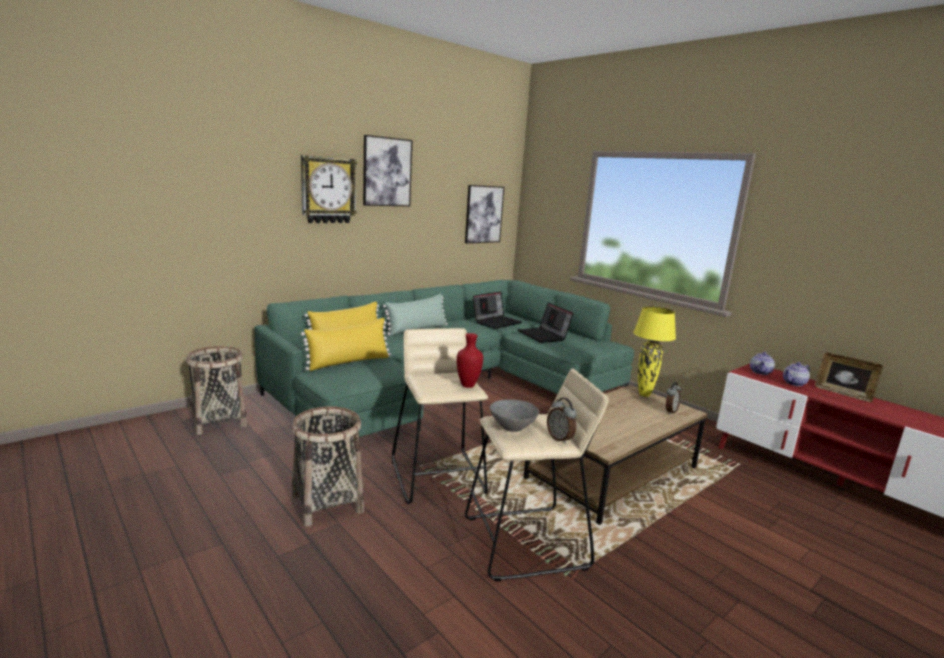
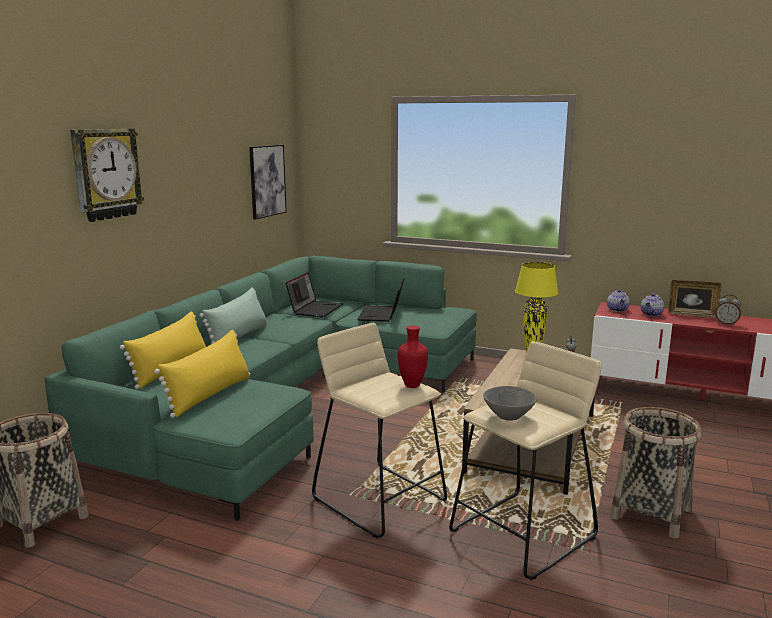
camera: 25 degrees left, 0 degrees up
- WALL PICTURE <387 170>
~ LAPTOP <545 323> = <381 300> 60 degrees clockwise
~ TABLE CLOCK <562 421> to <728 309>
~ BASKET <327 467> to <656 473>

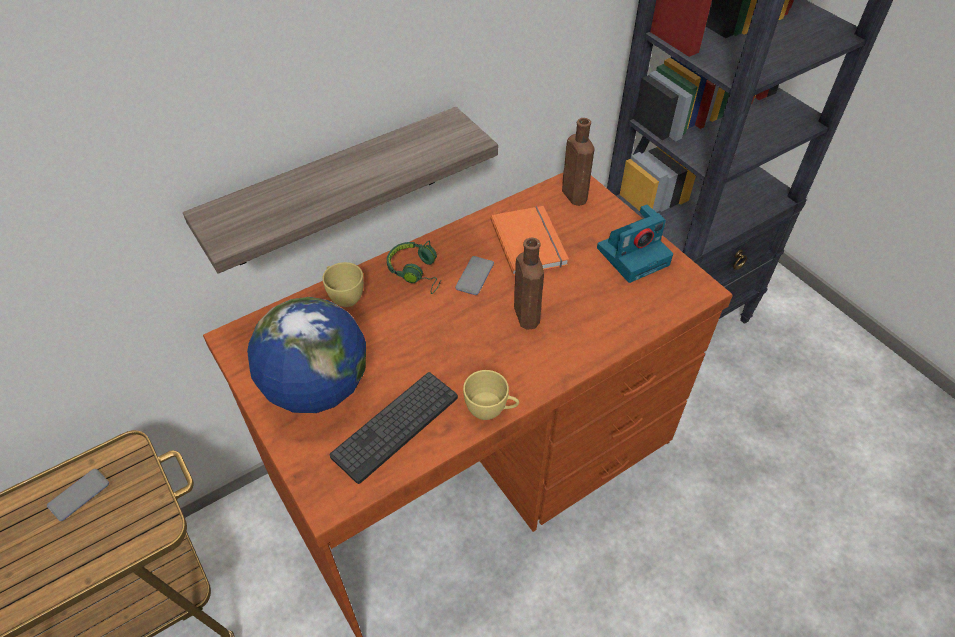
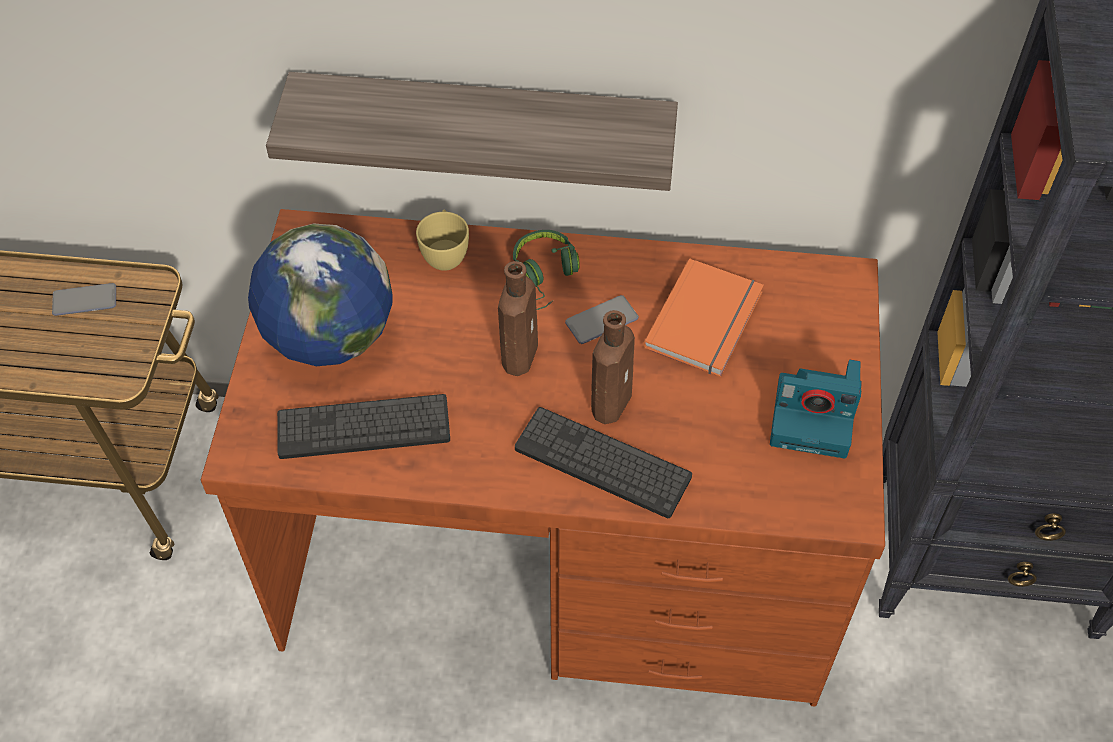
camera: 40 degrees right, 5 degrees up
~ BROWNISH BEVERAGE BOTTLE <578 162> to <518 318>
- YELLOW CUP <491 395>
+ KEYBOARD <603 462>

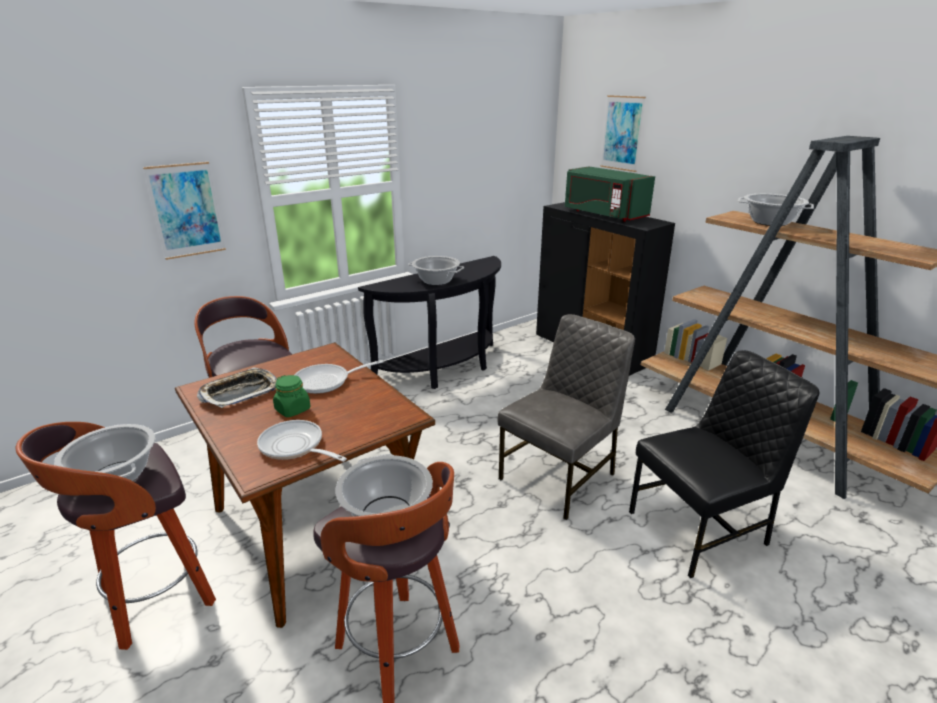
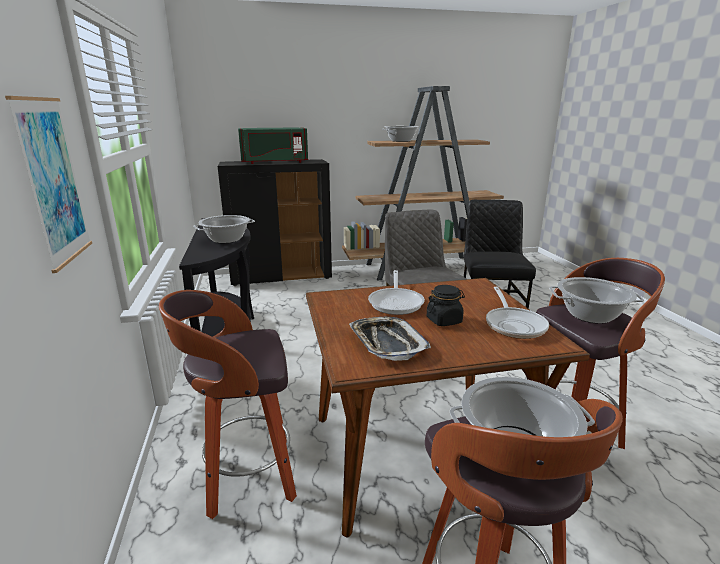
camera: 65 degrees left, 5 degrees down
- WALL PICTURE <623 133>
~ GREENISH STORAGE JAR <291 396> to BLACK-COLOURED STORAGE JAR <446 305>
~ SKILLET <302 441> = <517 313> 60 degrees counterclockwise

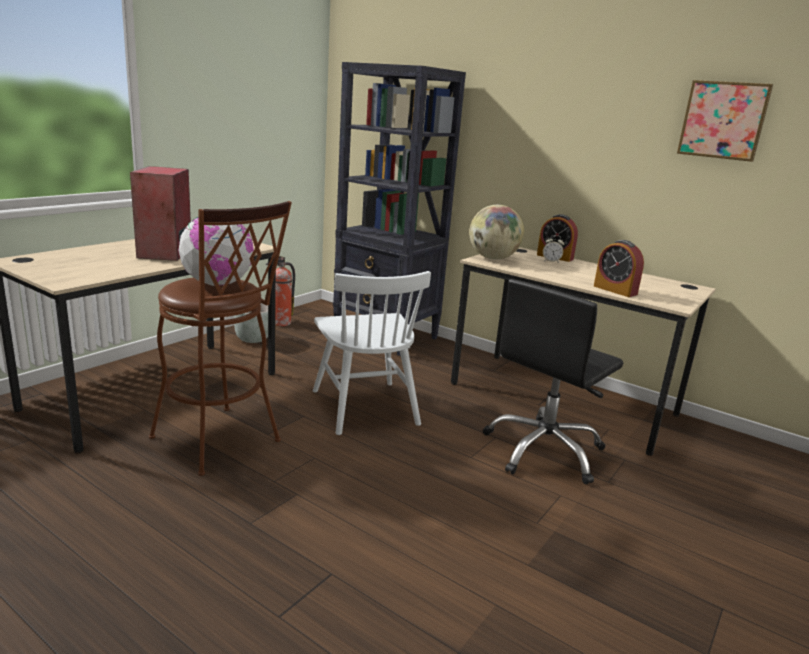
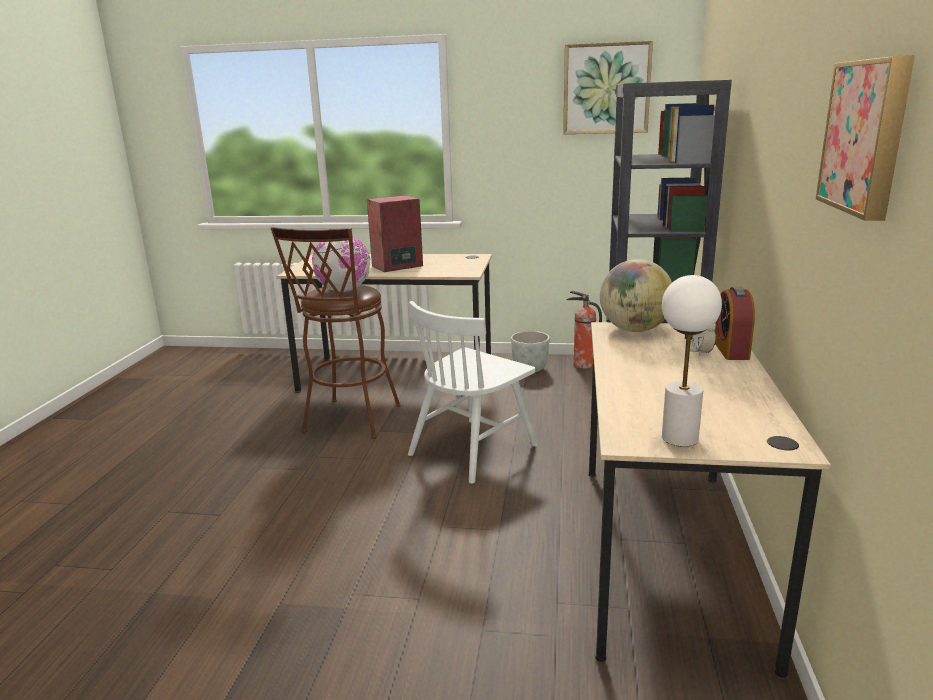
camera: 65 degrees right, 0 degrees up
- TABLE CLOCK <619 268>
- BLACK-COLOURED COMPUTER CHAIR <553 381>
+ WALL PICTURE <608 87>
+ WHITISH TABLETOP LAMP <692 361>

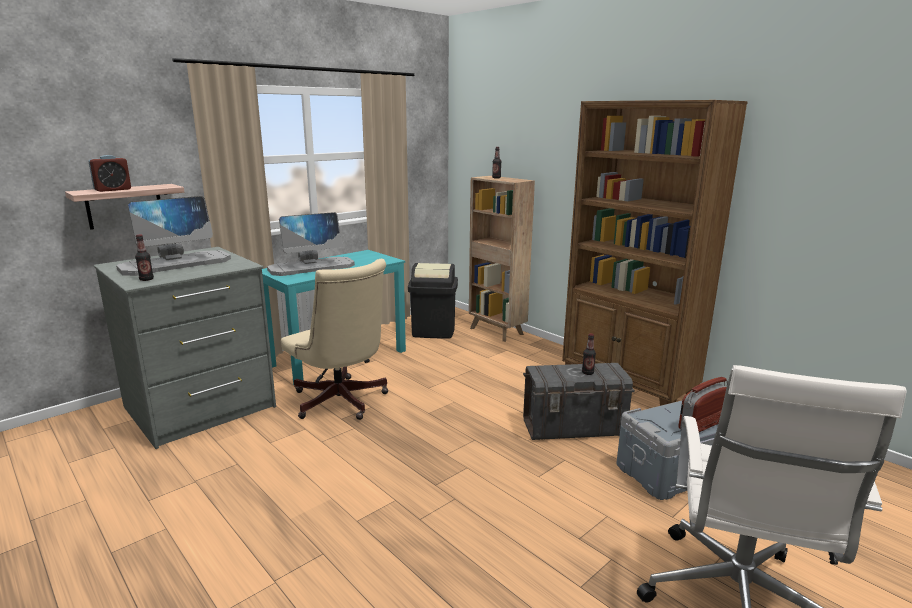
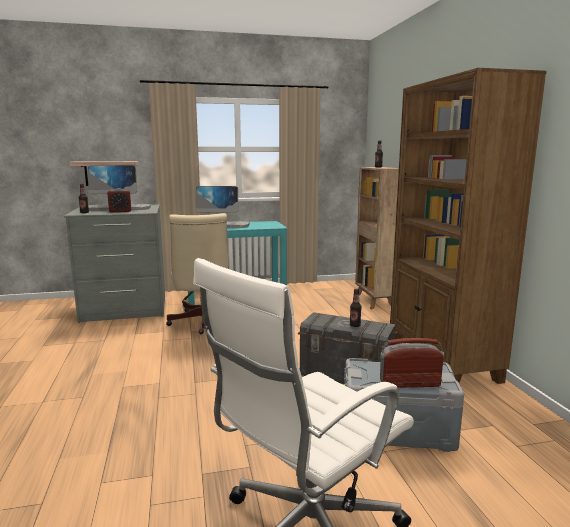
camera: 30 degrees right, 5 degrees down
~ TABLE CLOCK <109 173> to <119 200>
- BLACK-COLOURED RUBBISH BIN <433 301>

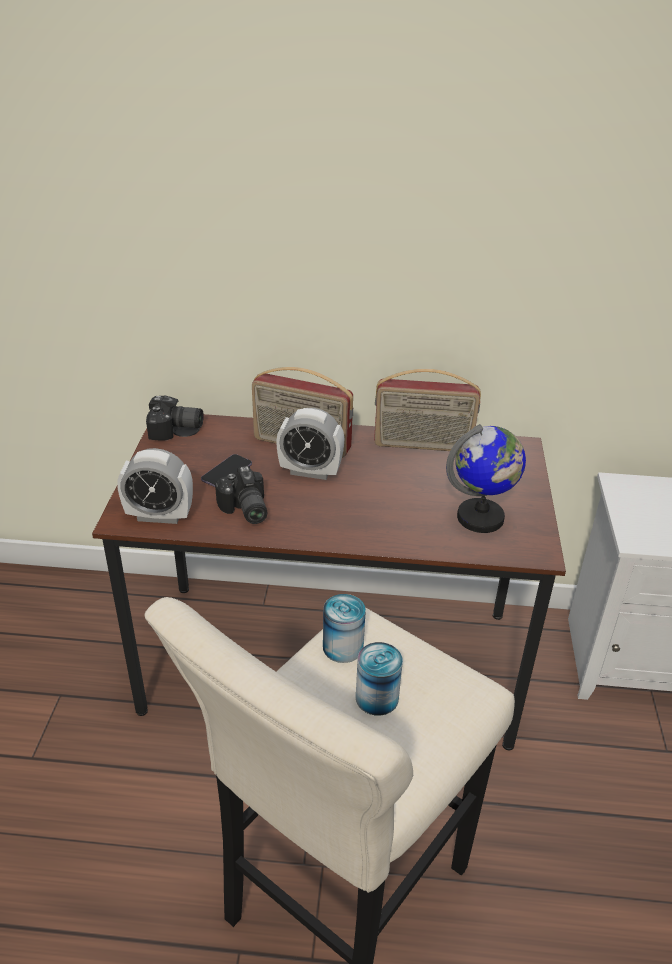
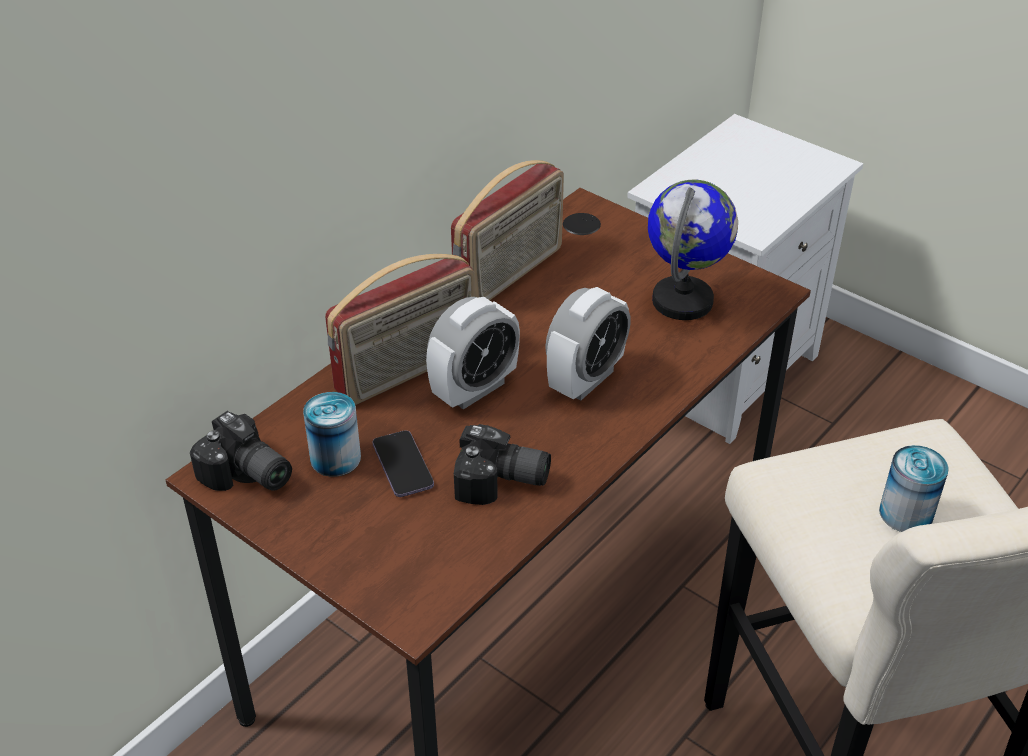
camera: 55 degrees left, 5 degrees up
~ PHOTO CAMERA <175 418> = <241 451> 90 degrees clockwise
~ TABLE CLOCK <155 486> to <588 343>
~ SEALED CAN <344 628> to <332 434>

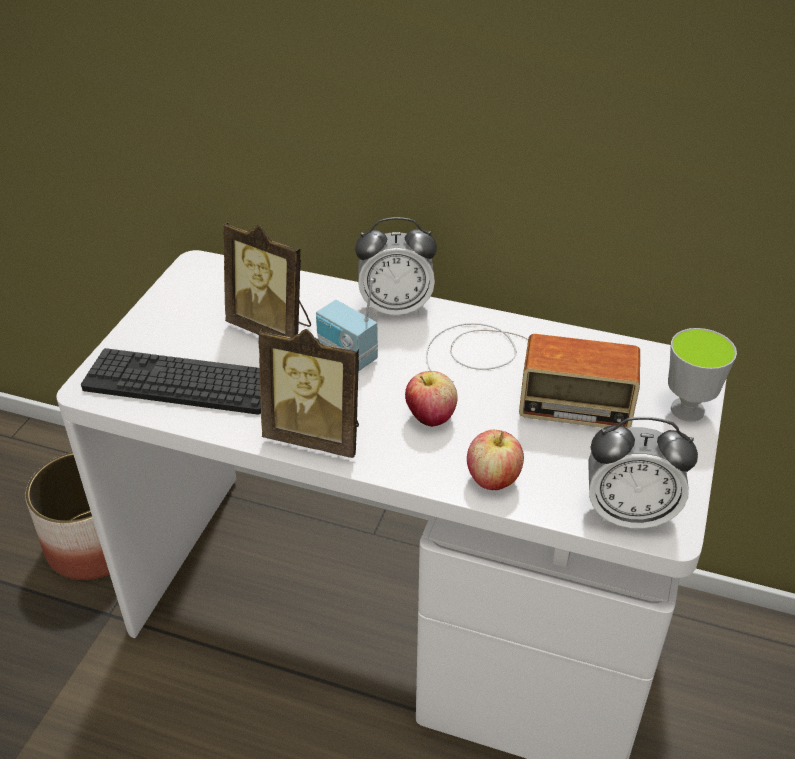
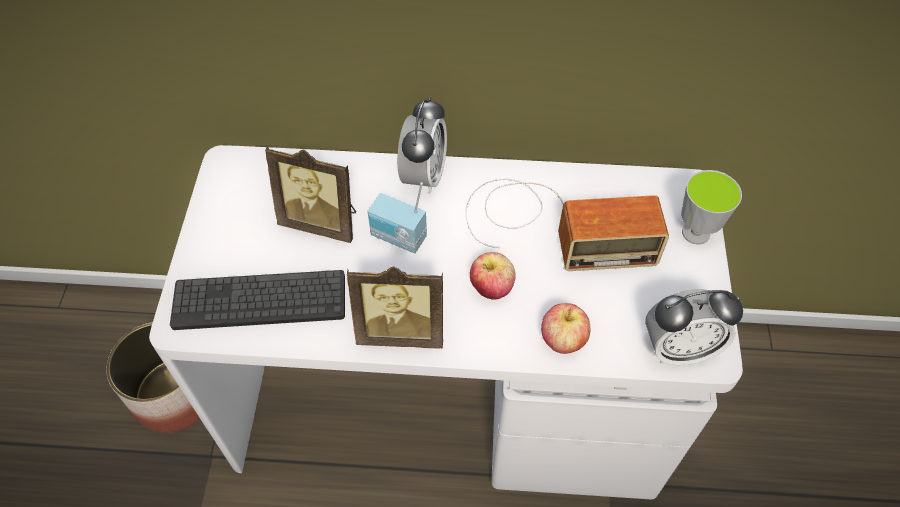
camera: 15 degrees left, 15 degrees up
~ TABLE CLOCK <396 267> = <422 145> 60 degrees counterclockwise

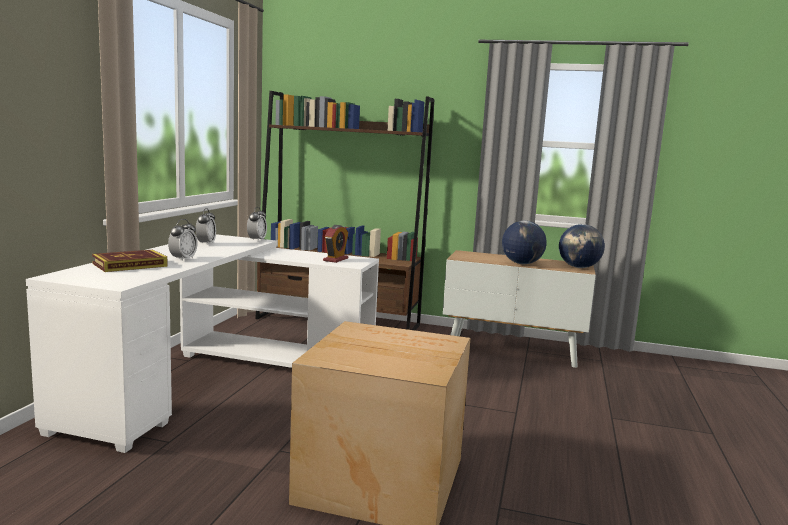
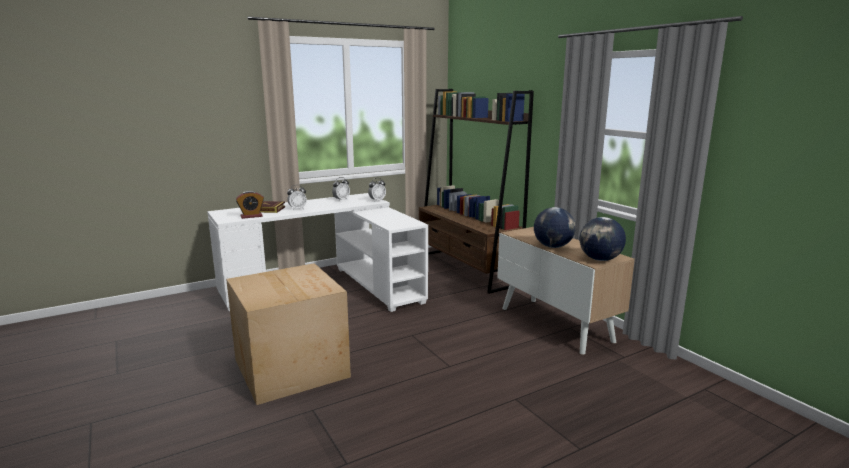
camera: 45 degrees right, 5 degrees up
~ TABLE CLOCK <336 244> to <250 205>

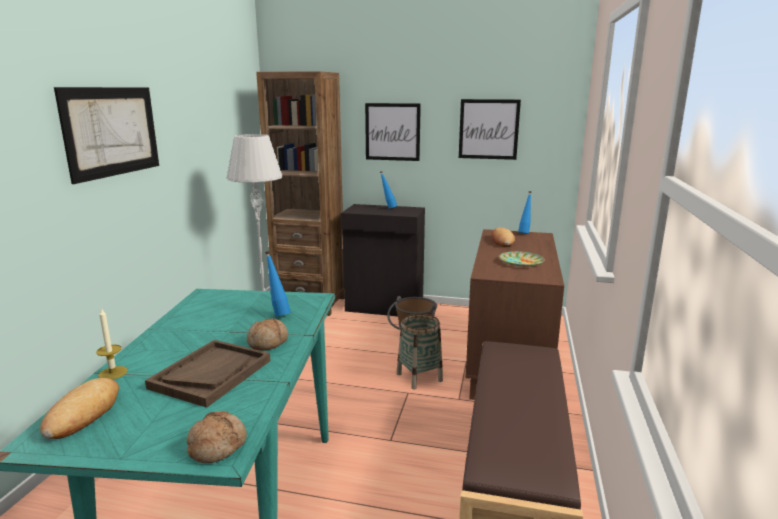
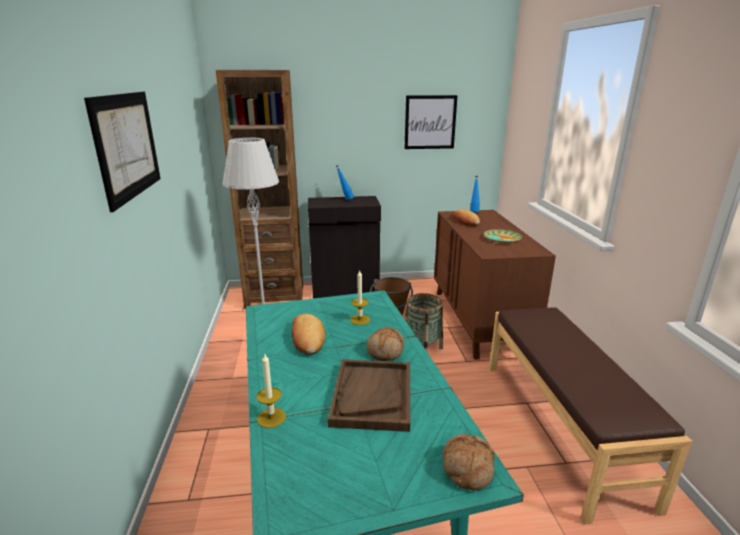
camera: 20 degrees left, 5 degrees up
- WALL PICTURE <393 132>
~ BLUE BEVERAGE BOTTLE <278 283> to WAX CANDLE <360 298>
~ BAKED BREAD <79 408> to <308 334>

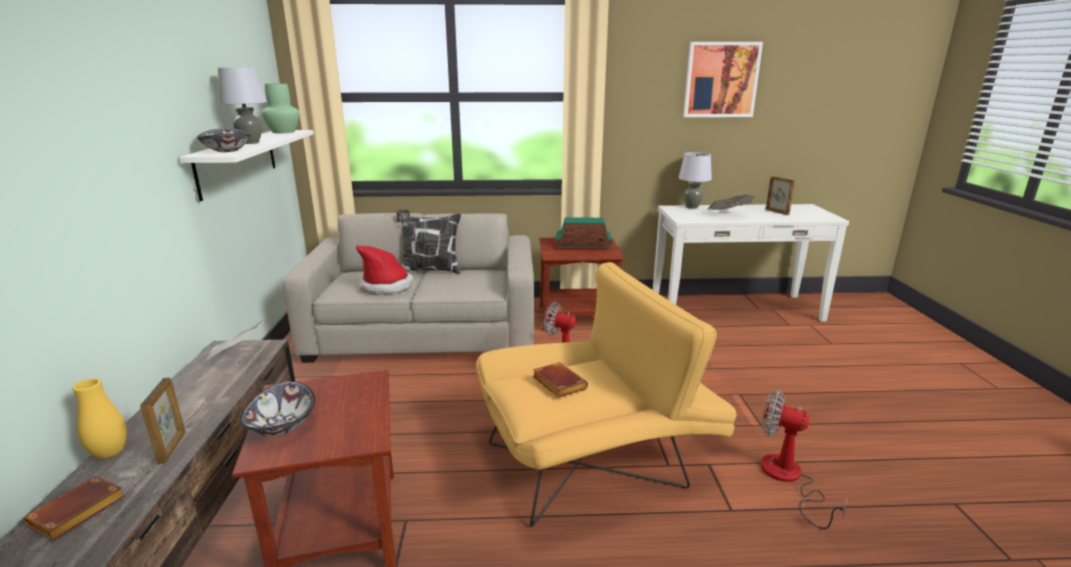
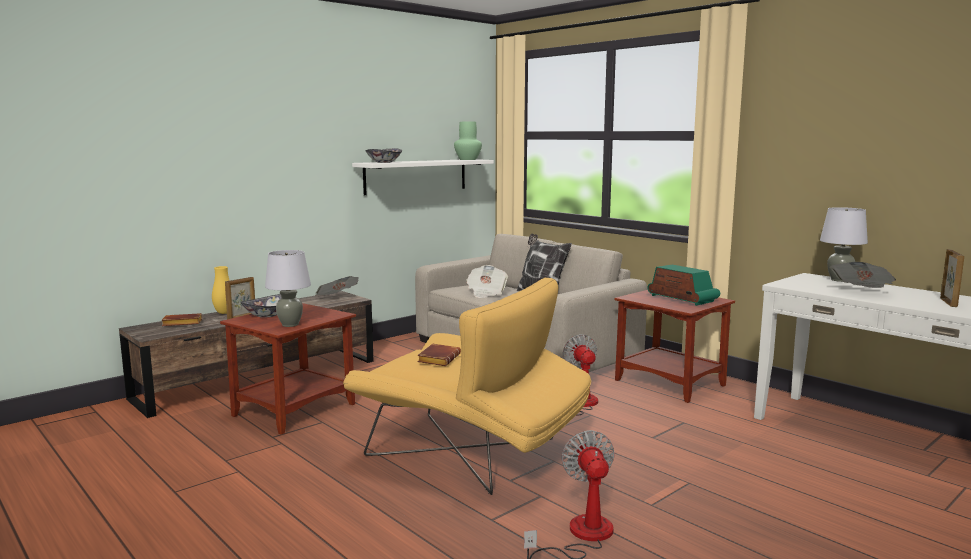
camera: 50 degrees right, 10 degrees down
- WALL PICTURE <723 79>
~ GREY TABLETOP LAMP <242 105> to <288 288>
~ CLOTHING HAT <384 271> to NEWSPAPER <487 281>

